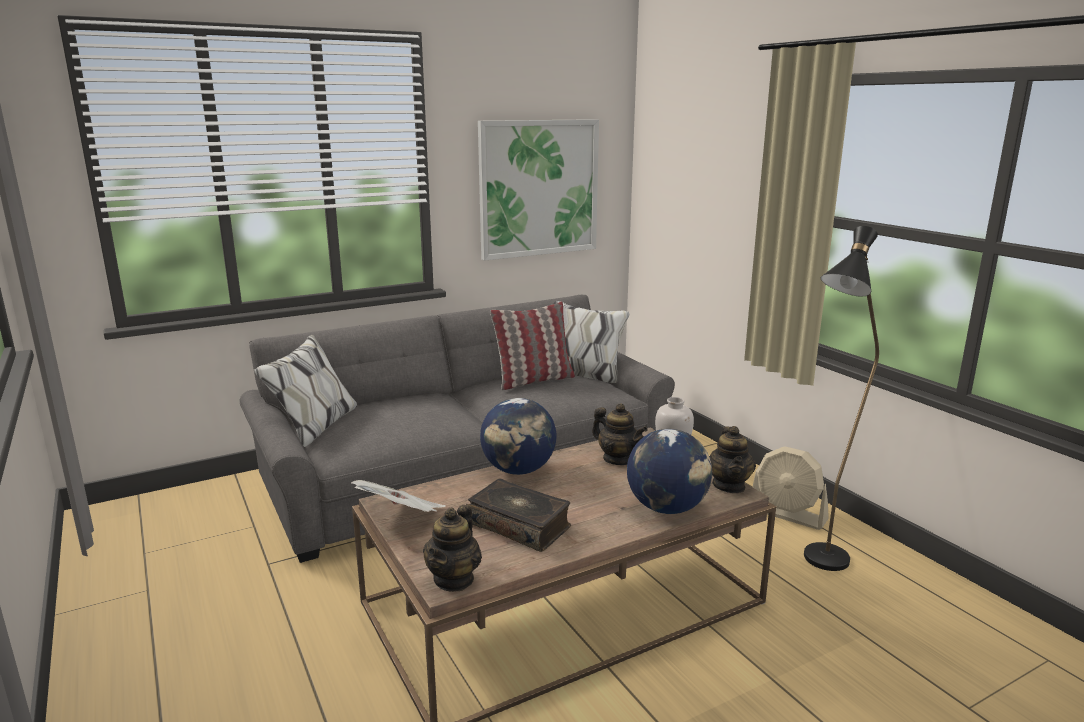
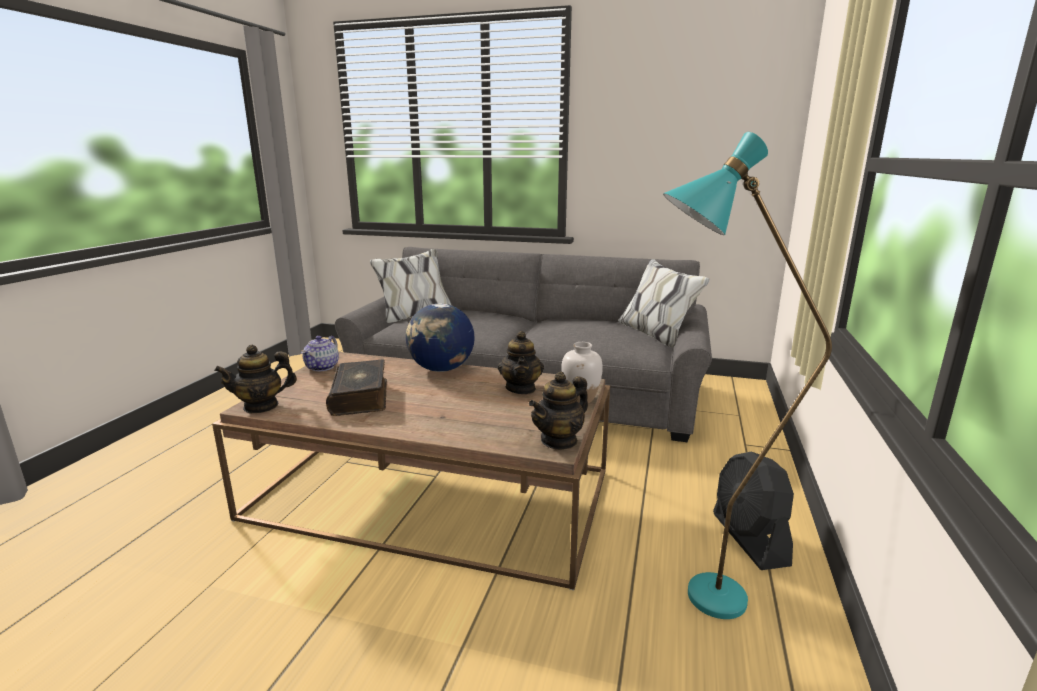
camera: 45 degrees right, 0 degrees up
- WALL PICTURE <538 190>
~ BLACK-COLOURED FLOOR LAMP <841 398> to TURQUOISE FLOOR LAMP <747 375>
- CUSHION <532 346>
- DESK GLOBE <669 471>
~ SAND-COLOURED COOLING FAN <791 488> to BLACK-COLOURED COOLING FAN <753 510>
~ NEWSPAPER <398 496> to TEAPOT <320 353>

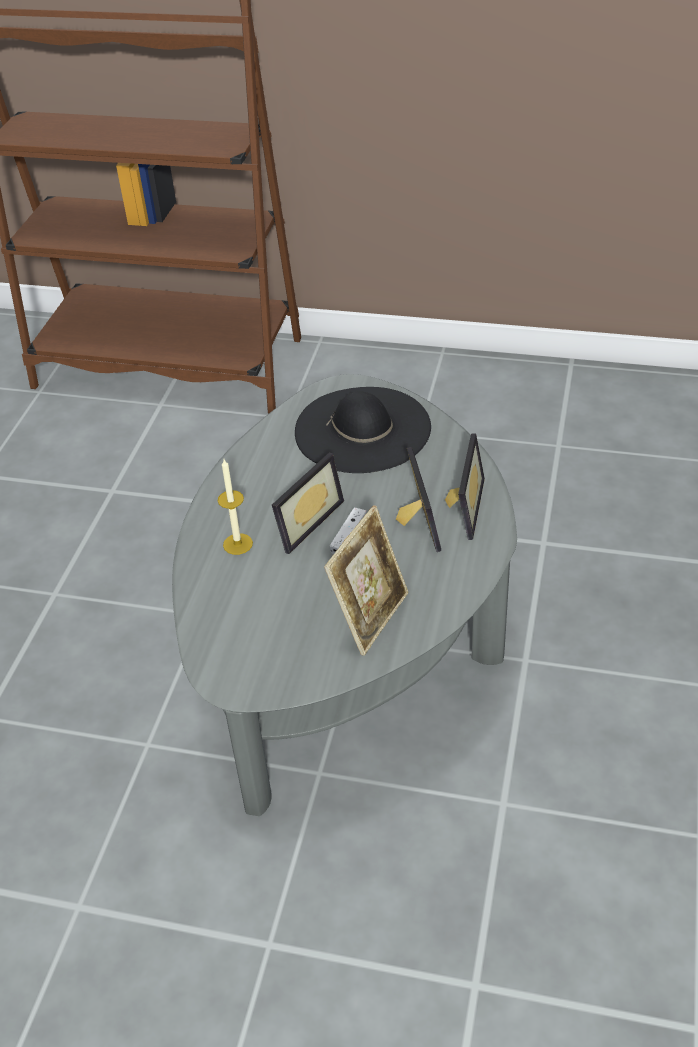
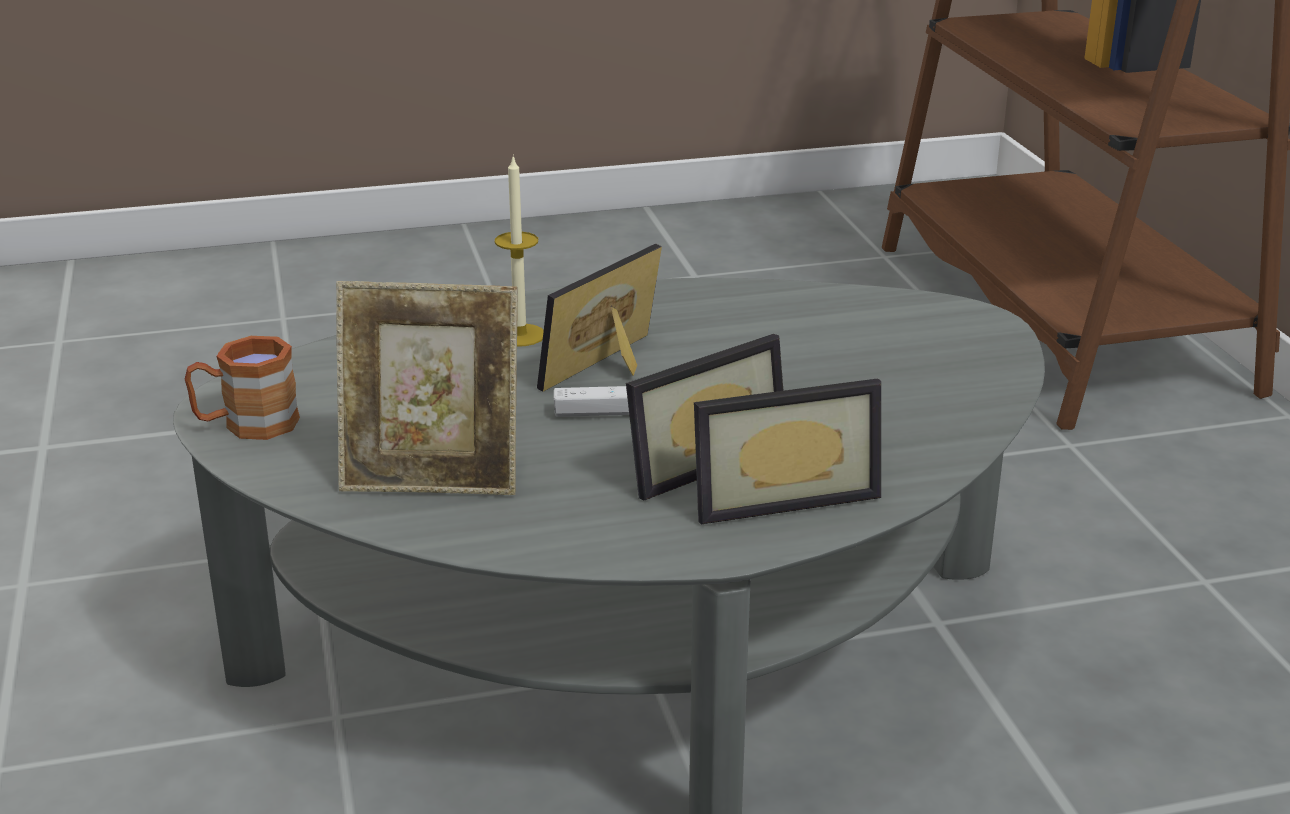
camera: 60 degrees right, 15 degrees down
- BLACK-COLOURED CLOTHING HAT <363 430>
~ PICTURE FRAME <308 503> = <599 318> 120 degrees clockwise
+ BROWNISH MUG <242 388>

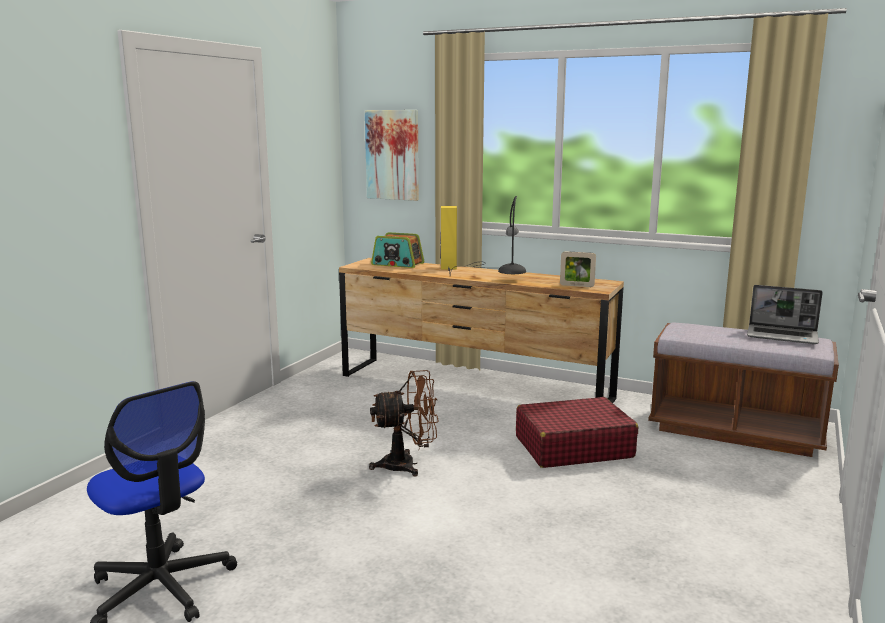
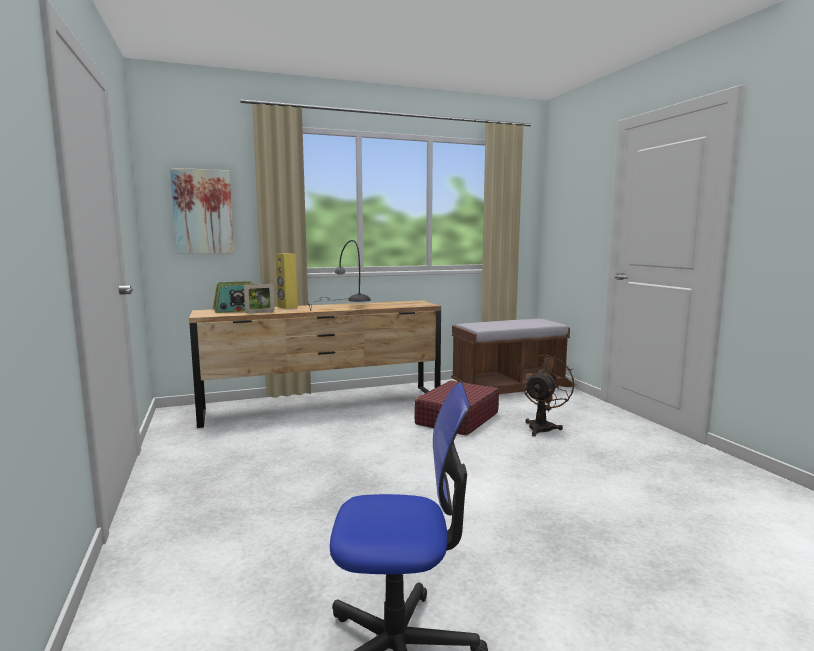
camera: 45 degrees left, 5 degrees down
~ PICTURE FRAME <578 269> to <259 299>
- LAPTOP <785 314>
~ BROWNISH COOLING FAN <404 423> to <548 395>

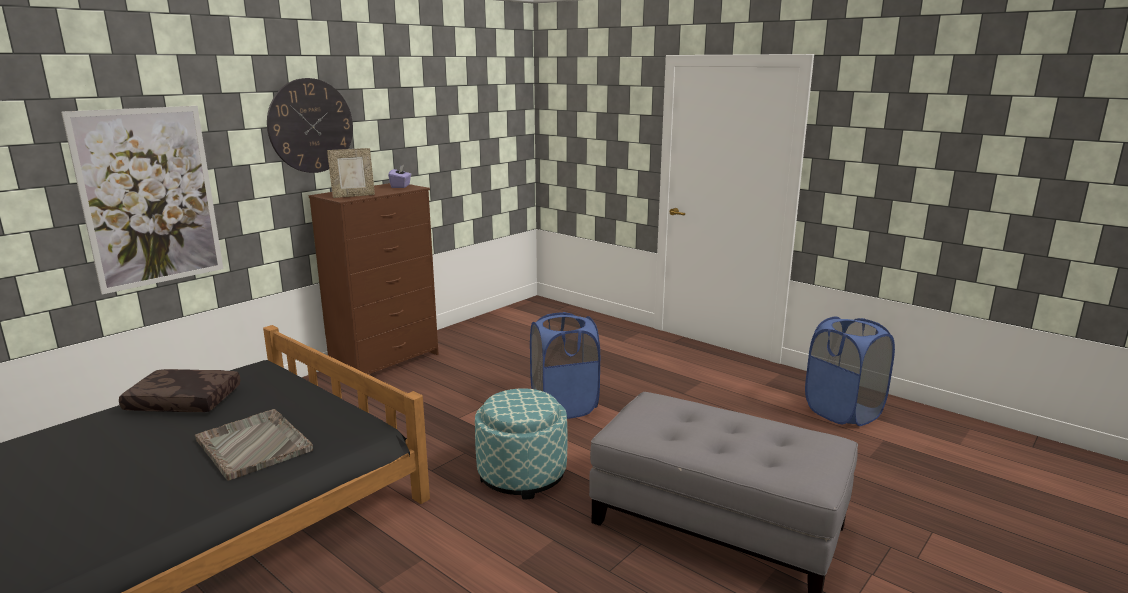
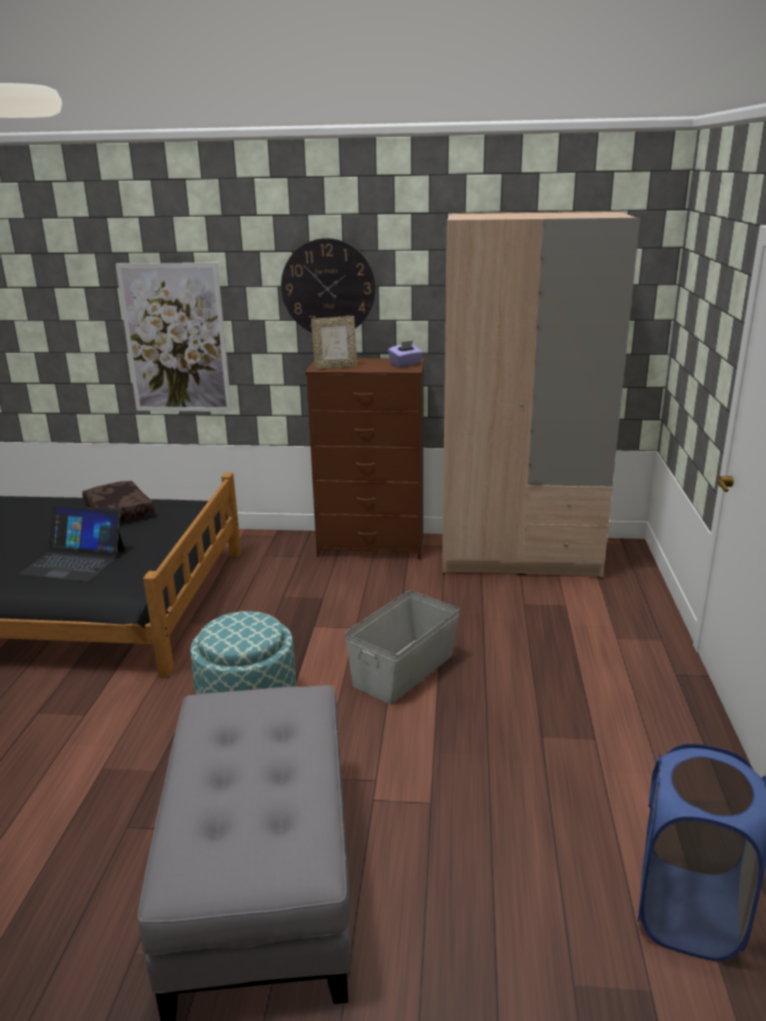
camera: 55 degrees right, 5 degrees up
~ PICTURE FRAME <351 173> = <334 342> 45 degrees counterclockwise
~ BLUE HAMPER <565 365> to GREY STORAGE CONTAINER <402 647>
~ GREY SERVING TRAY <254 445> to LAPTOP <72 543>
+ SAND-COLOURED WARDROBE <541 395>

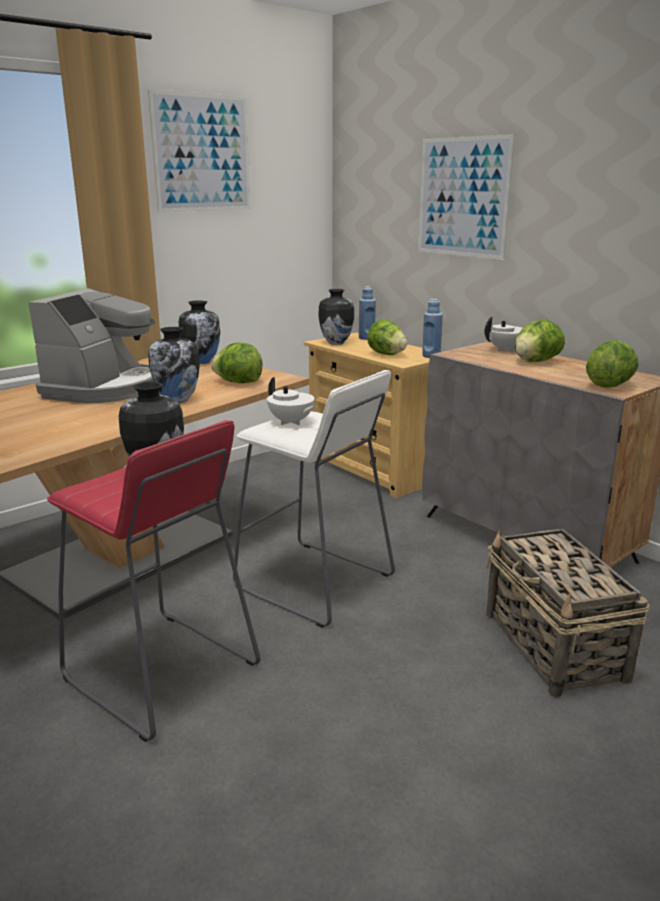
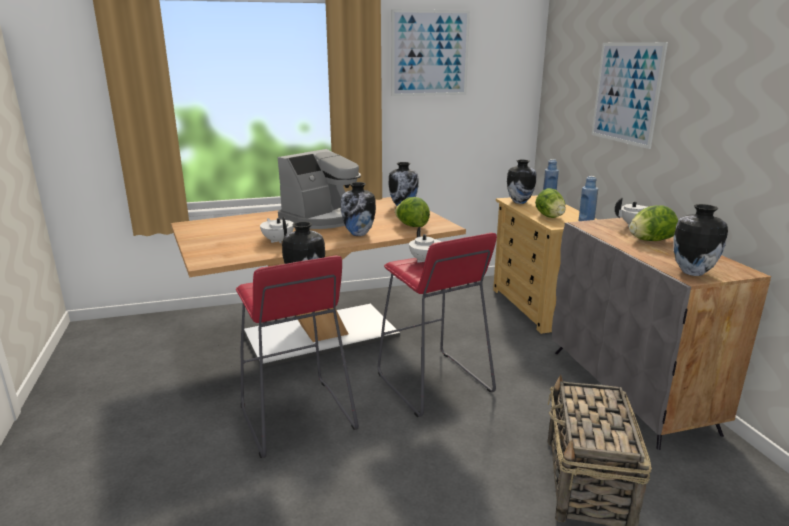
camera: 25 degrees right, 0 degrees up
~ LETTUCE <612 364> to FLOWER VASE <700 240>
~ WHITISH STOOL <314 499> to RED STOOL <437 325>
+ WHITISH TEAPOT <277 230>

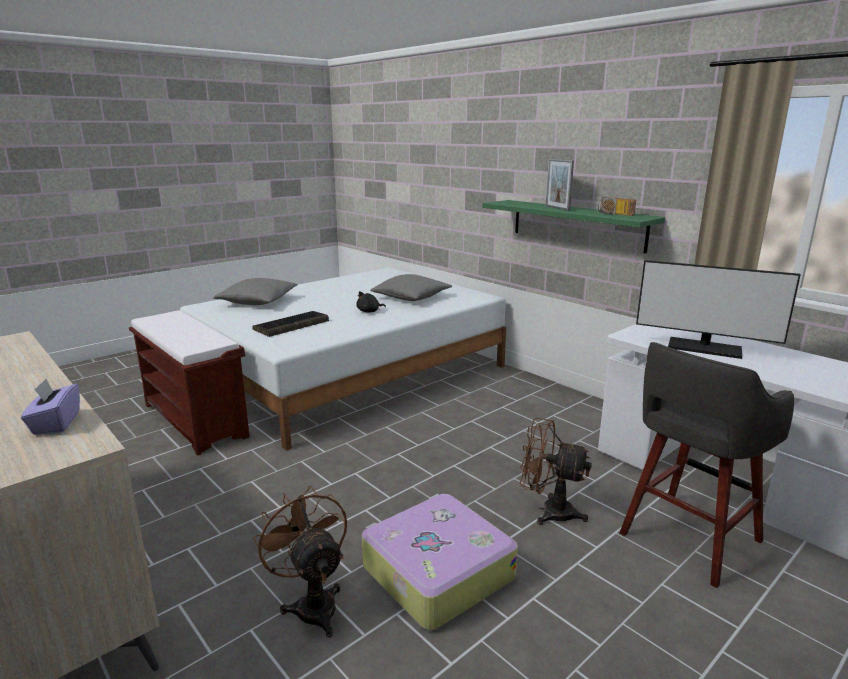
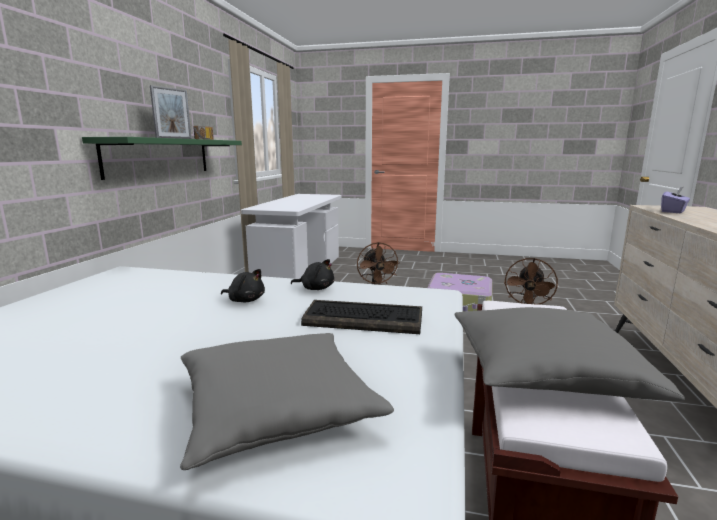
camera: 125 degrees left, 5 degrees down
- COMPUTER SCREEN <718 309>
~ GREY CUSHION <411 287> to <569 354>
- GREY STOOL <706 465>
+ BLACK-COLOURED SOFT TOY <312 274>

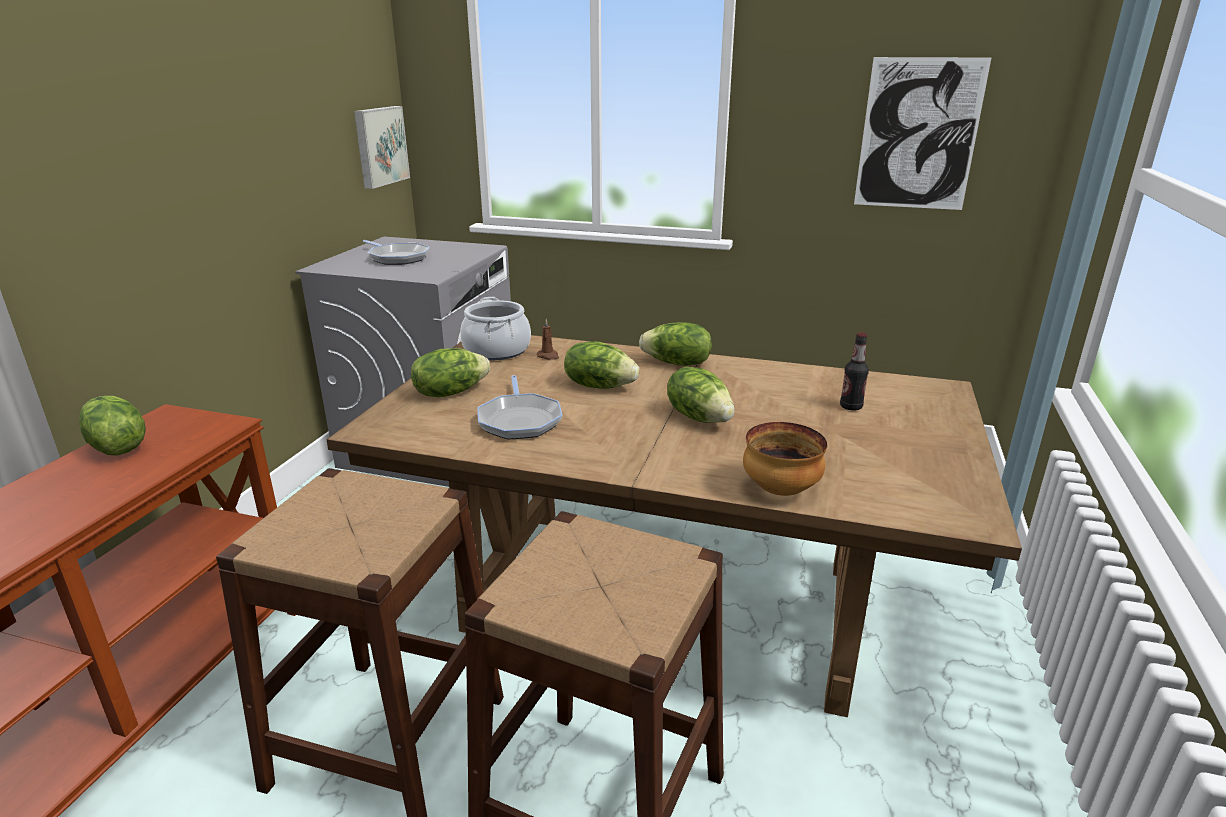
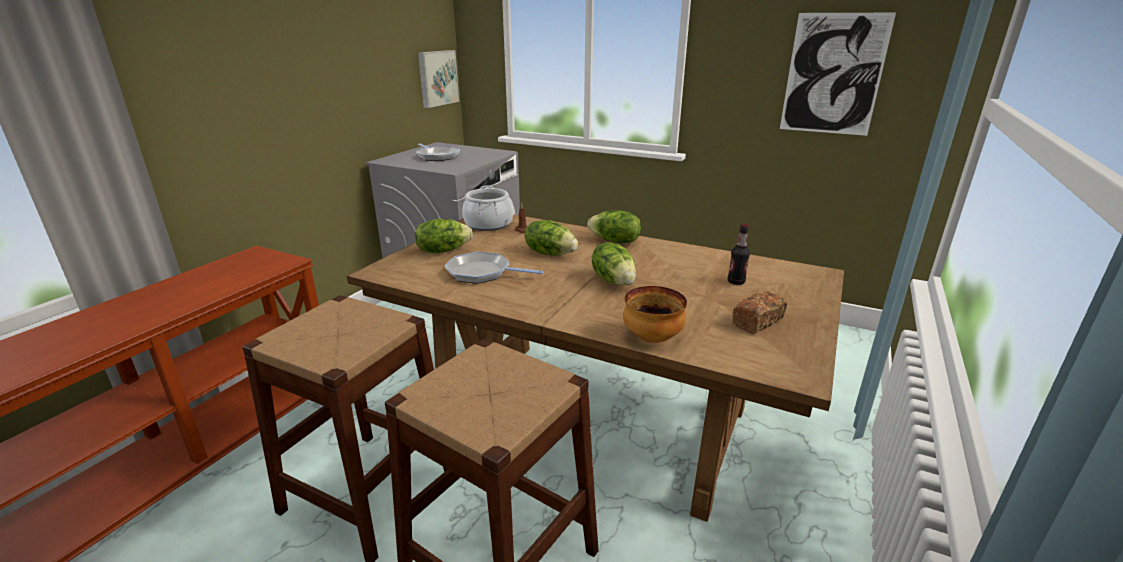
camera: 10 degrees right, 0 degrees up
~ SKILLET <519 407> = <494 268> 105 degrees clockwise
- LETTUCE <112 426>
+ BAKED BREAD <759 313>

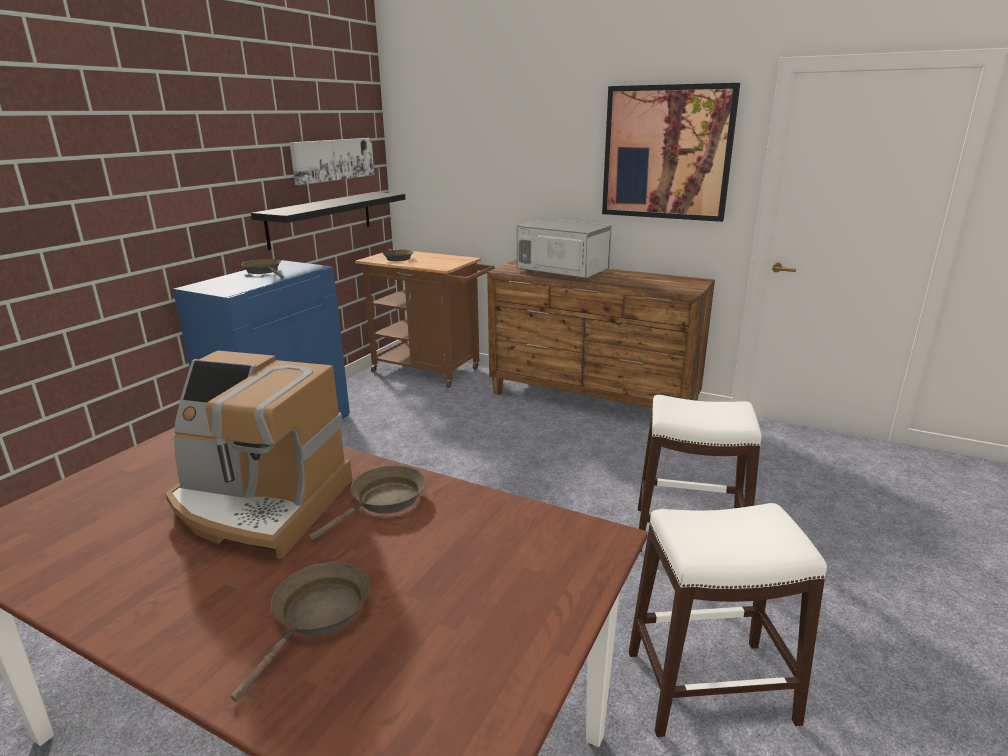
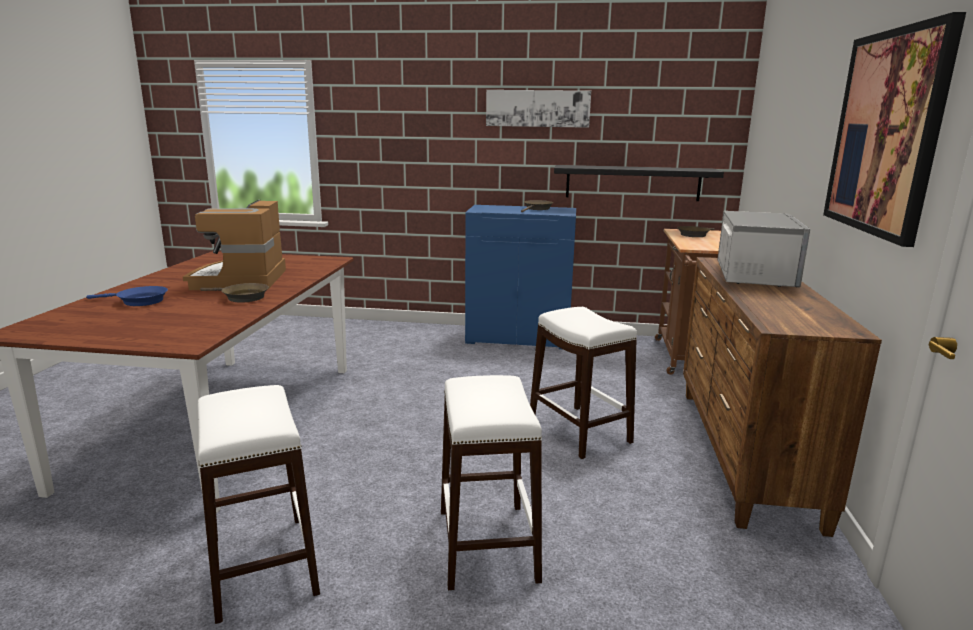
camera: 70 degrees right, 5 degrees down
~ WALL PICTURE <332 161> to <538 109>
~ BROWNISH SKILLET <300 632> to BLUE SKILLET <127 296>
+ WHITISH STOOL <583 383>

